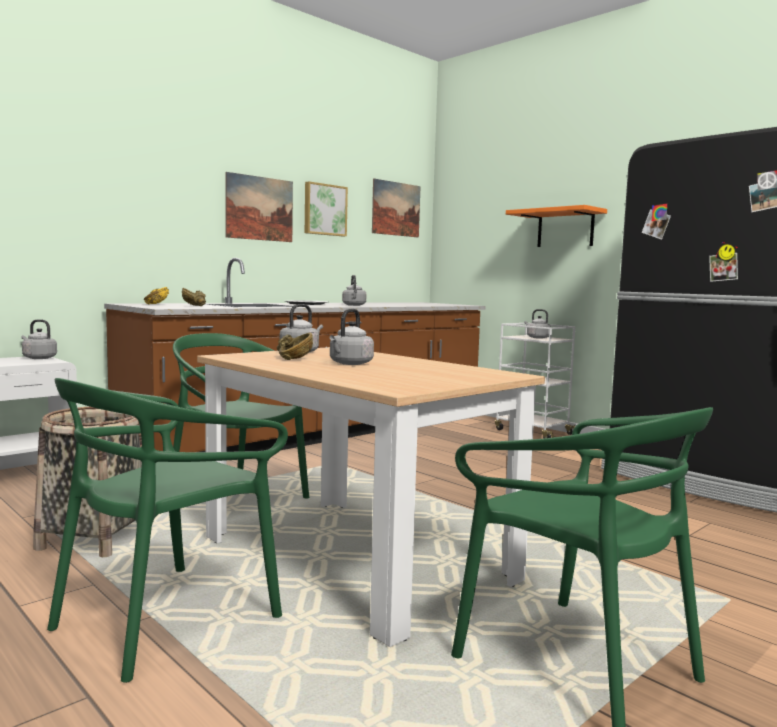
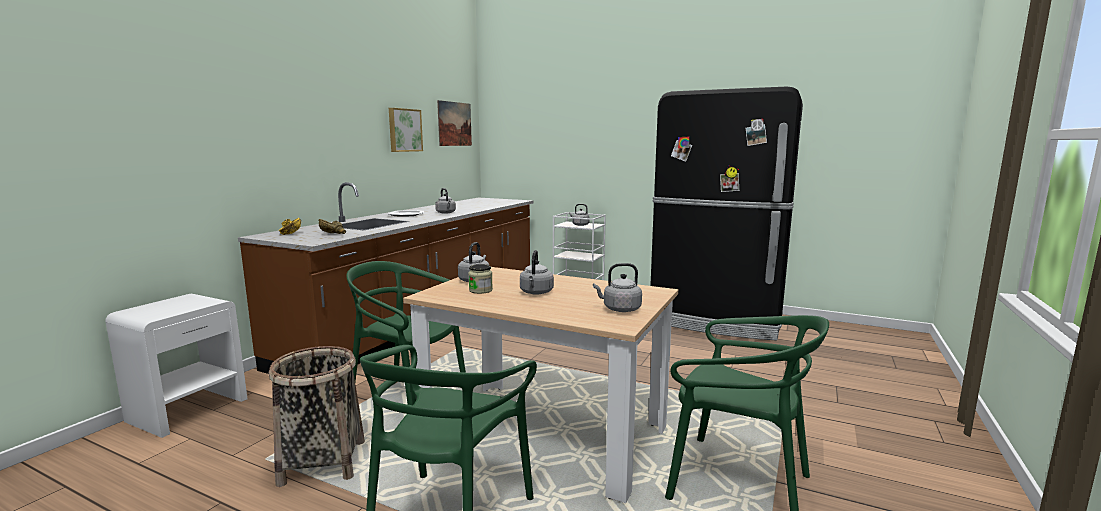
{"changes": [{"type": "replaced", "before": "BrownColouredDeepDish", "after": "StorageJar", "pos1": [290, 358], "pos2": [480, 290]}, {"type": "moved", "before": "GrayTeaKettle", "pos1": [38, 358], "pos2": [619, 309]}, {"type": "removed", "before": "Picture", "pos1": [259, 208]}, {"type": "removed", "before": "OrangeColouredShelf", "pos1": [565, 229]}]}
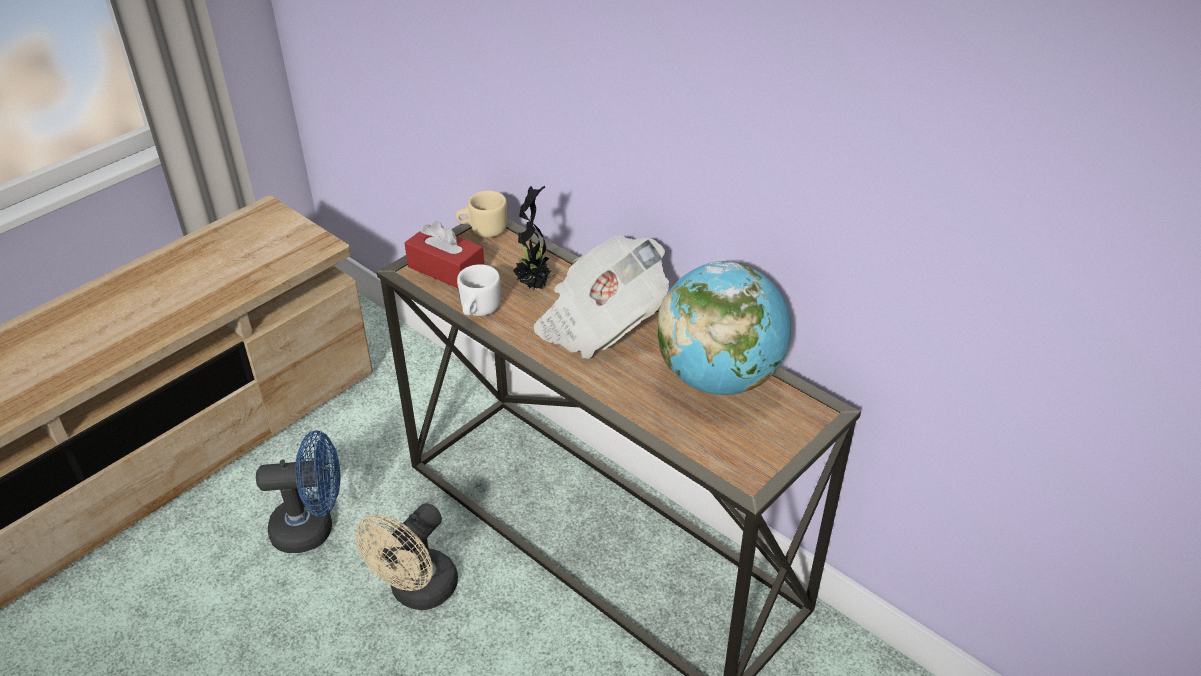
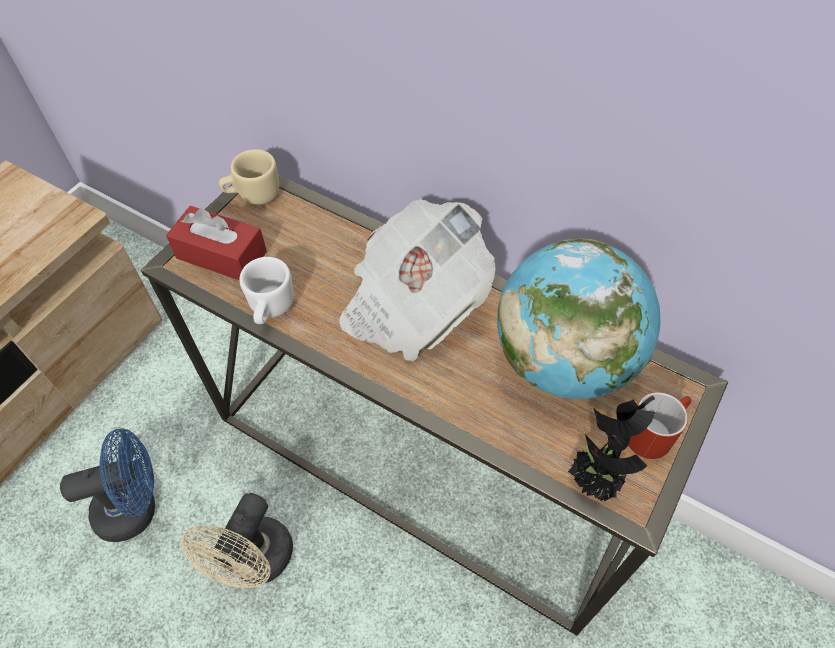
{"changes": [{"type": "moved", "before": "Houseplant", "pos1": [534, 285], "pos2": [595, 482]}, {"type": "added", "after": "RedTeaMug", "pos2": [653, 431]}]}
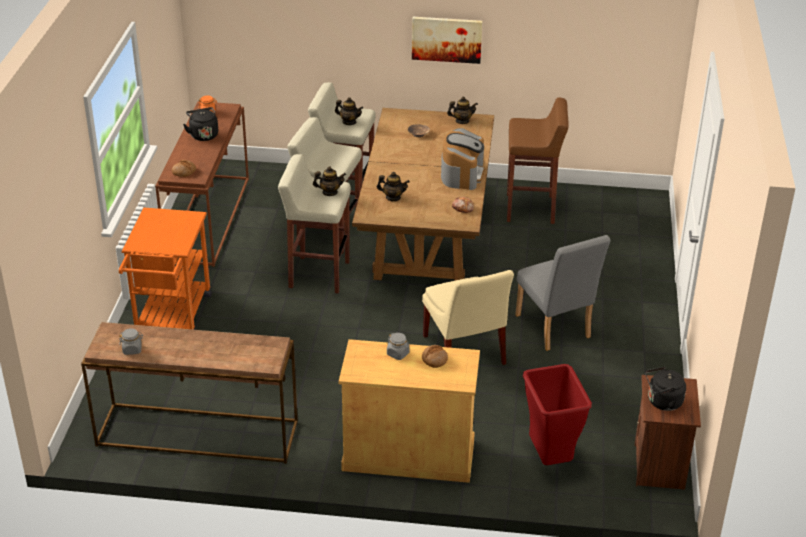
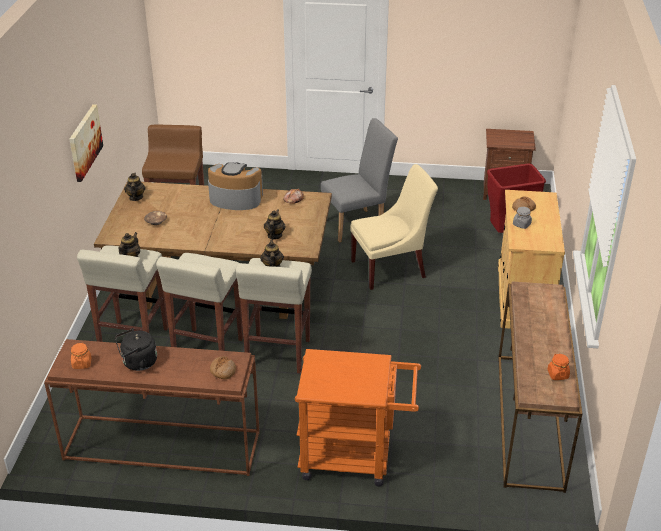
{"changes": [{"type": "recoloured", "before": "GrayStorageJar", "after": "OrangeColouredStorageJar", "pos1": [132, 349], "pos2": [557, 374]}, {"type": "removed", "before": "BlackTeaKettle", "pos1": [662, 402]}]}
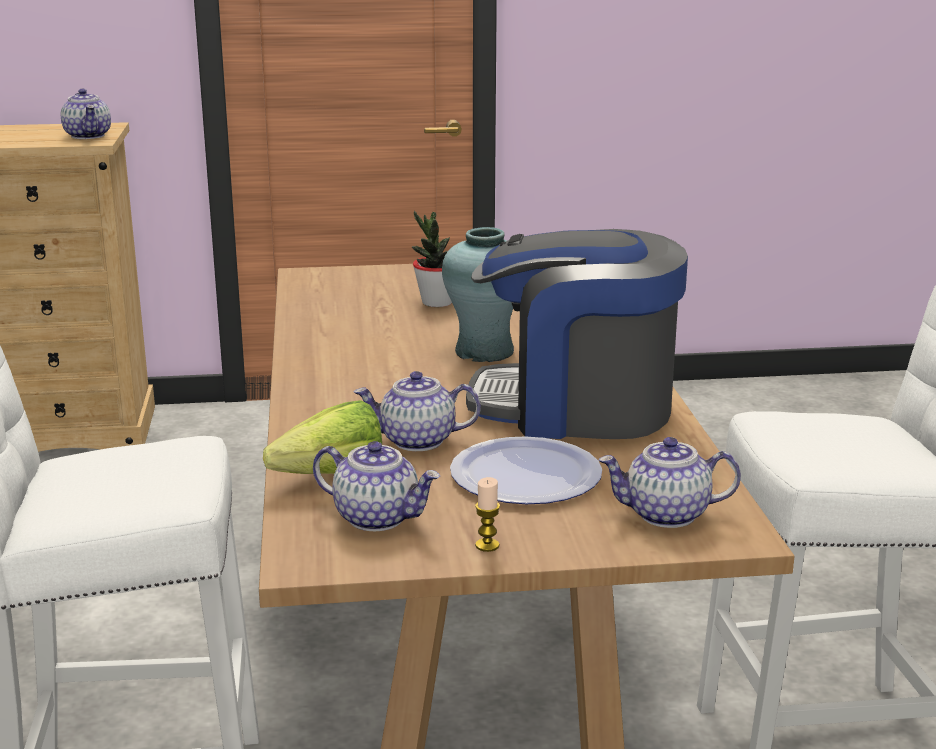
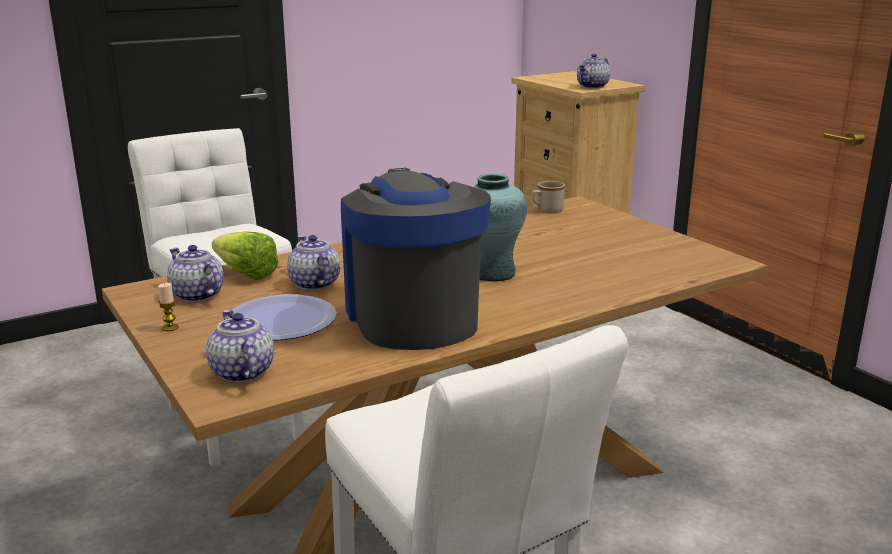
{"changes": [{"type": "turned", "before": "PotForTea", "pos1": [378, 517], "pos2": [196, 295], "turn": 135}, {"type": "added", "after": "SandColouredTeaMug", "pos2": [546, 210]}, {"type": "removed", "before": "Houseplant", "pos1": [437, 302]}]}
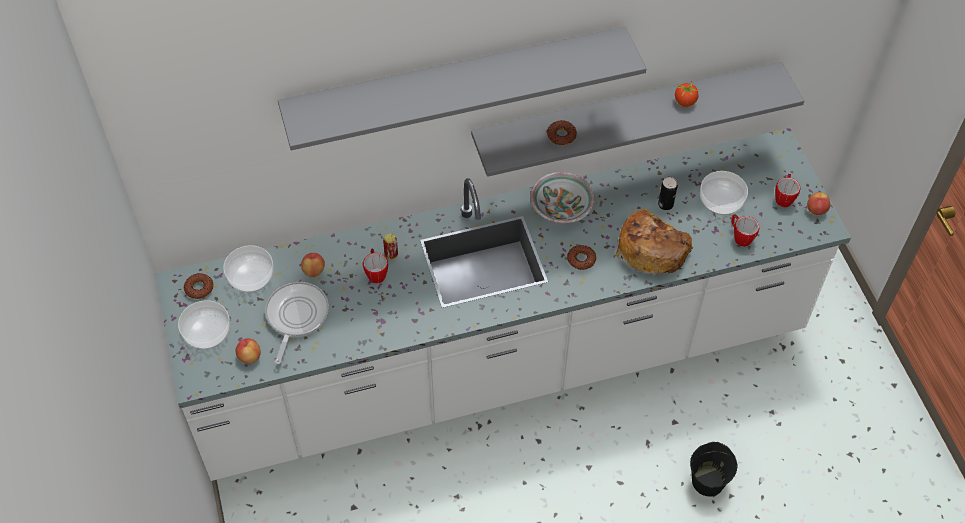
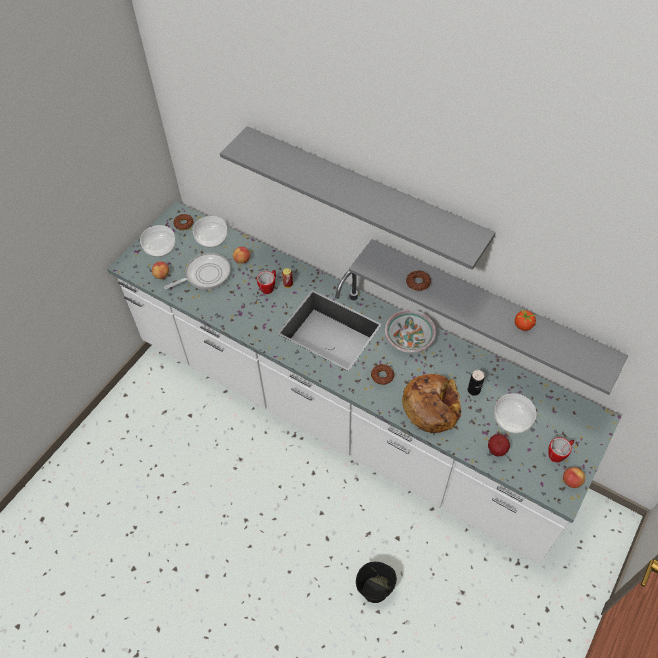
{"changes": [{"type": "replaced", "before": "TeaMug", "after": "AppleFruit", "pos1": [740, 237], "pos2": [496, 450]}]}
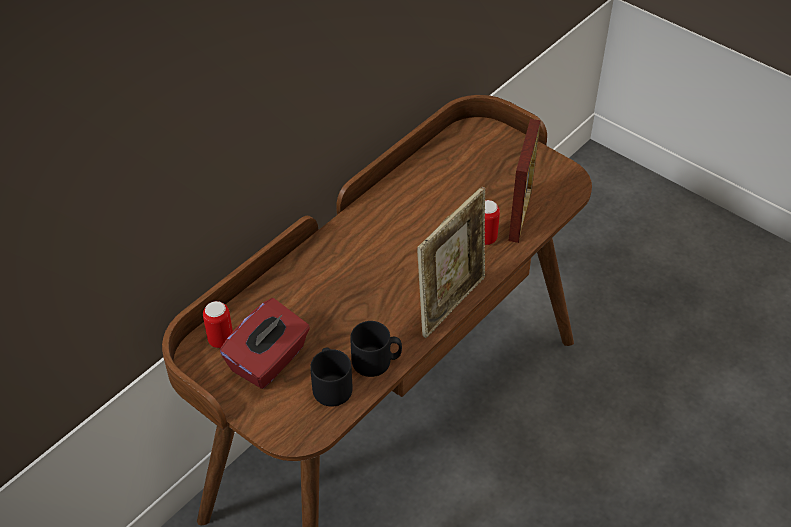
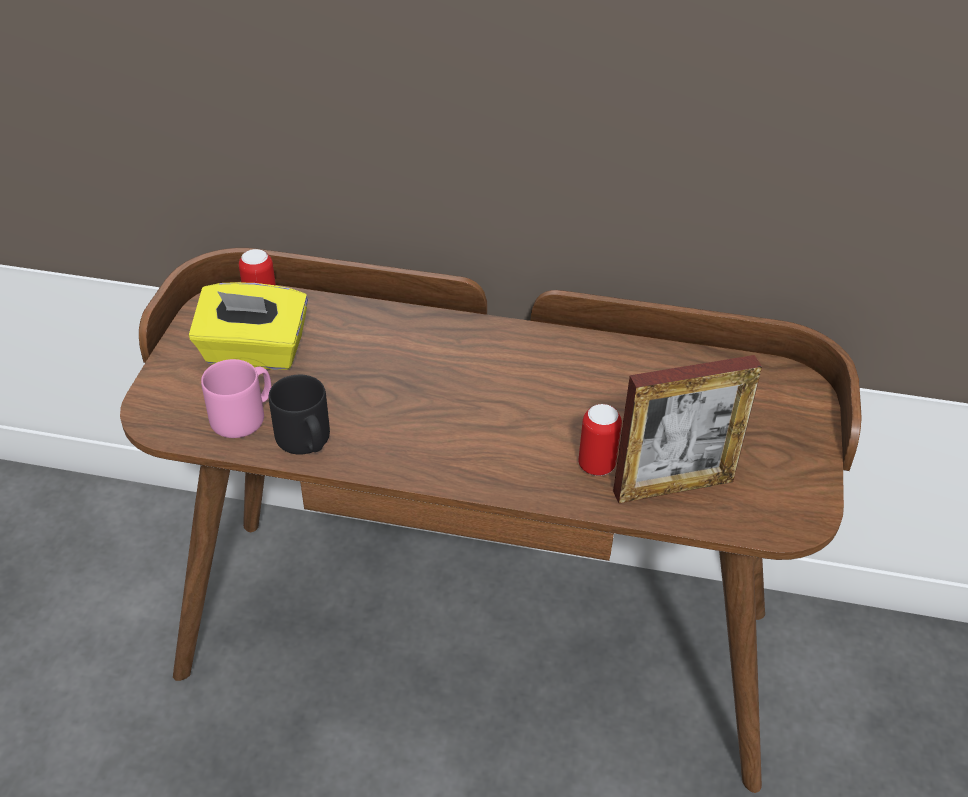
{"changes": [{"type": "recoloured", "before": "RedTissueHolder", "after": "YellowTissueHolder", "pos1": [269, 360], "pos2": [254, 353]}, {"type": "recoloured", "before": "BlackTeaMug", "after": "PinkColouredTeaMug", "pos1": [331, 386], "pos2": [244, 417]}, {"type": "removed", "before": "PhotoFrame", "pos1": [451, 303]}]}
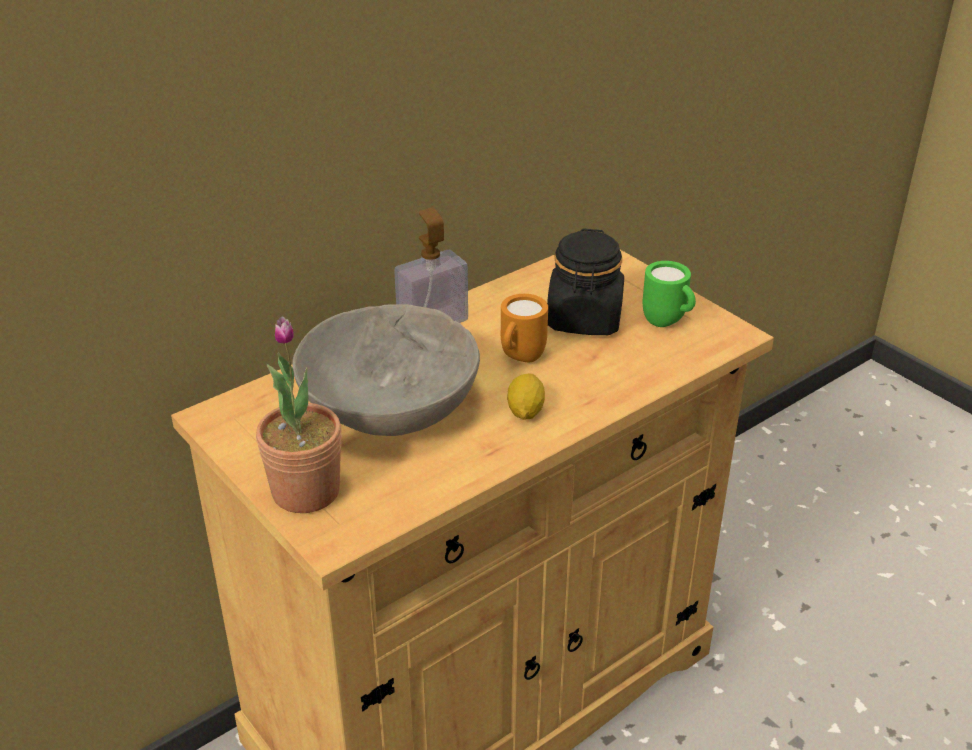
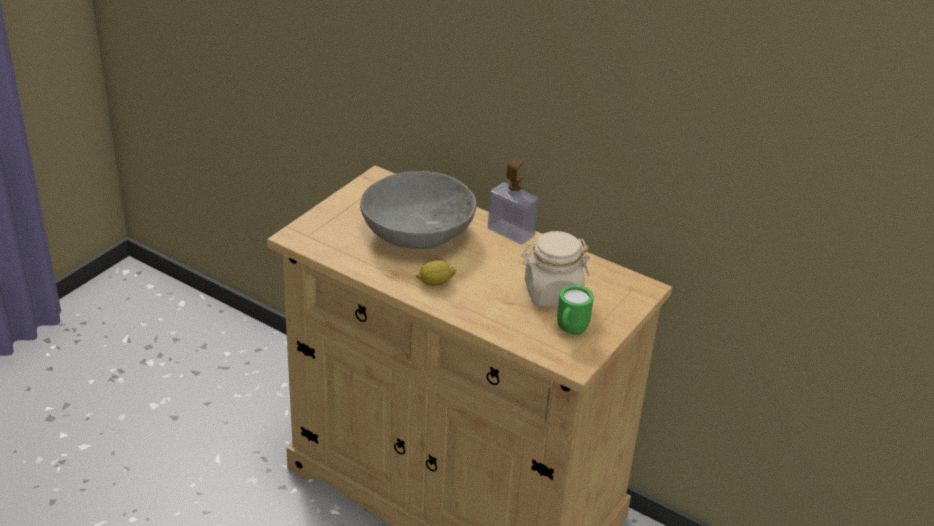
{"changes": [{"type": "recoloured", "before": "BlackStorageJar", "after": "SandColouredStorageJar", "pos1": [584, 319], "pos2": [552, 293]}, {"type": "removed", "before": "Houseplant", "pos1": [306, 491]}, {"type": "removed", "before": "OrangeColouredTeaMug", "pos1": [520, 359]}]}
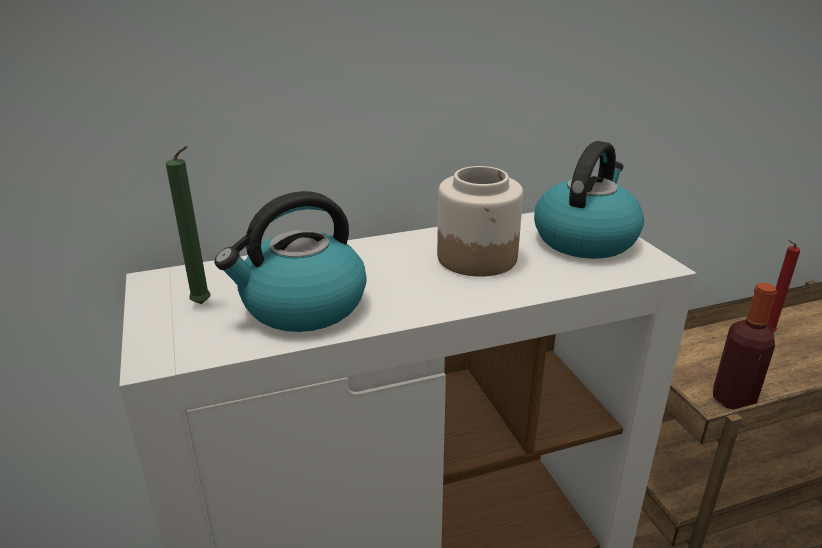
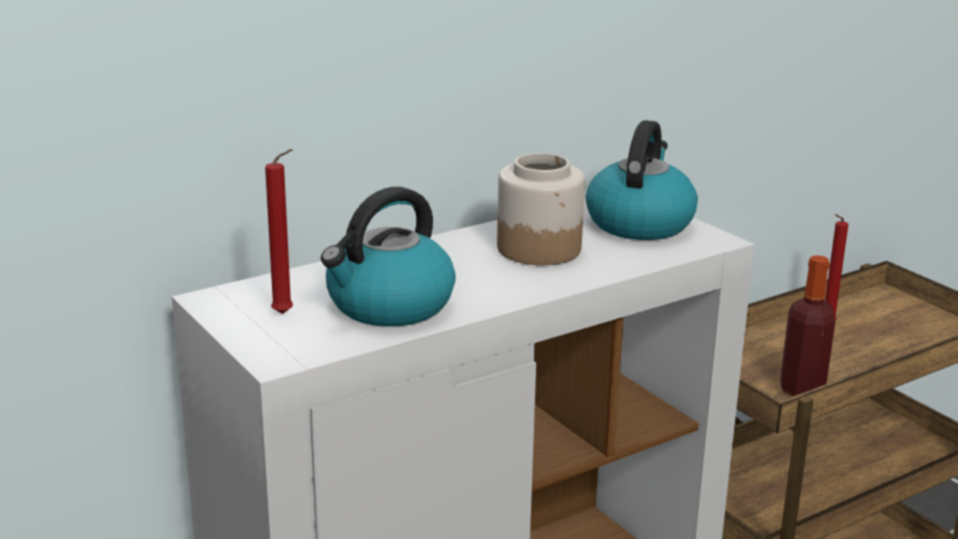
{"changes": [{"type": "recoloured", "before": "GreenWaxLight", "after": "RedWaxLight", "pos1": [204, 305], "pos2": [286, 314]}]}
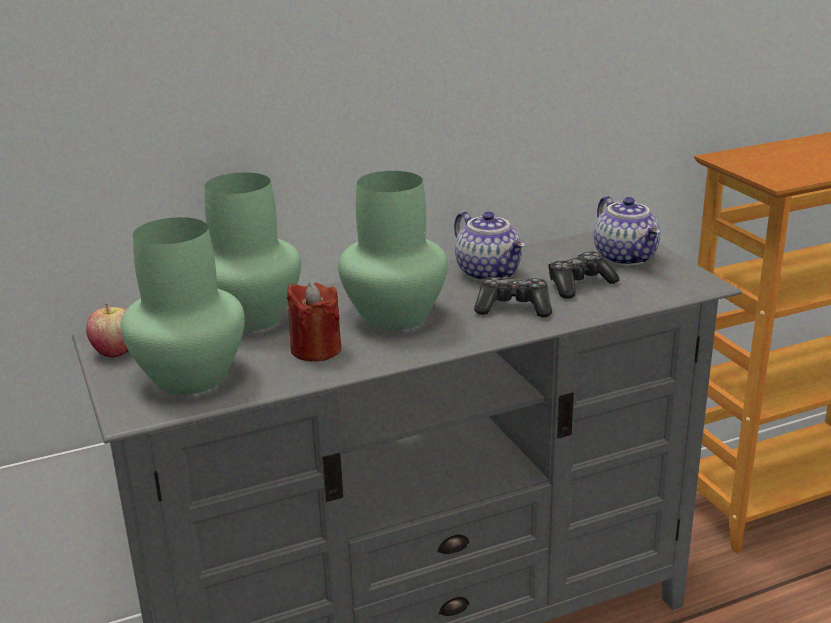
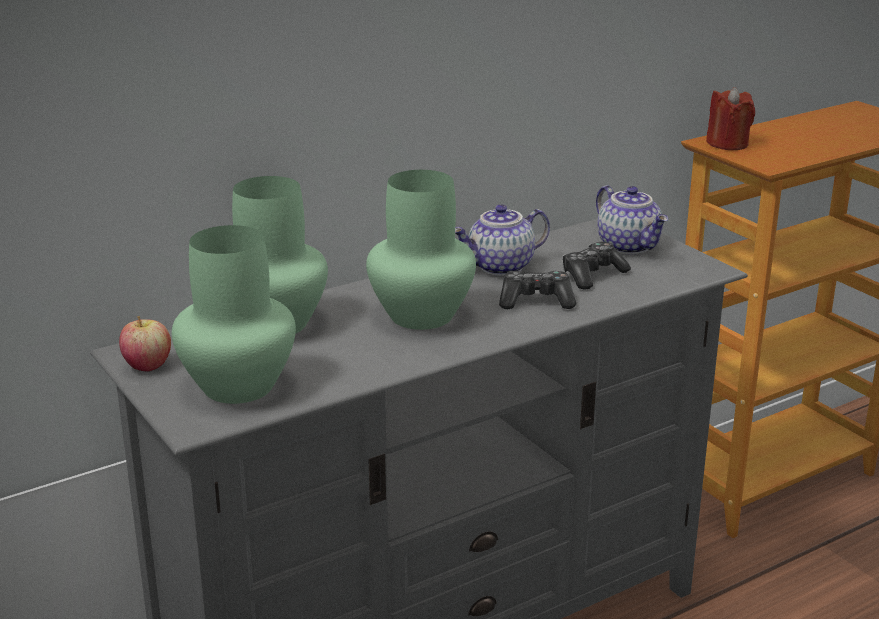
{"changes": [{"type": "turned", "before": "PotForTea", "pos1": [490, 273], "pos2": [501, 267], "turn": 105}, {"type": "moved", "before": "RedWaxLight", "pos1": [316, 349], "pos2": [727, 144]}]}
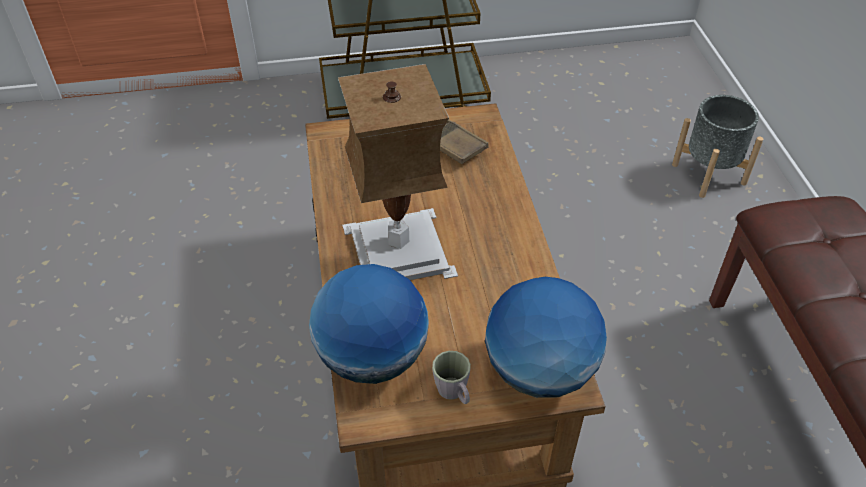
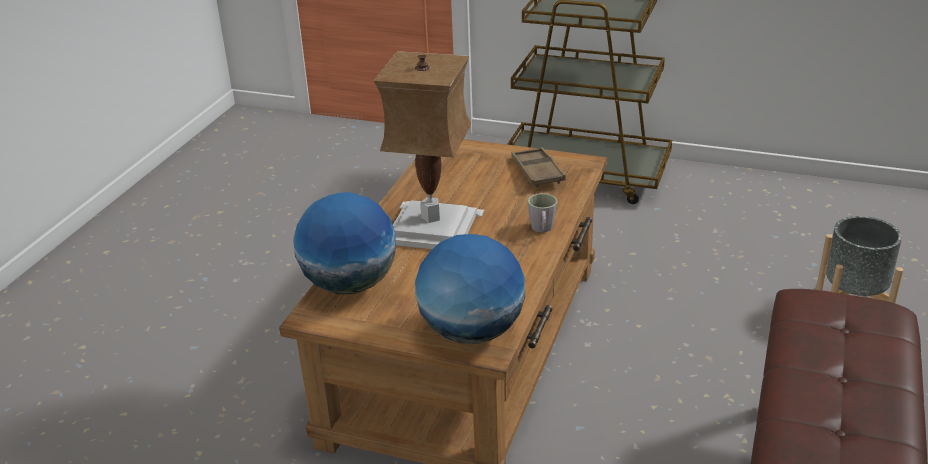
{"changes": [{"type": "moved", "before": "GrayTeaMug", "pos1": [454, 393], "pos2": [542, 229]}]}
